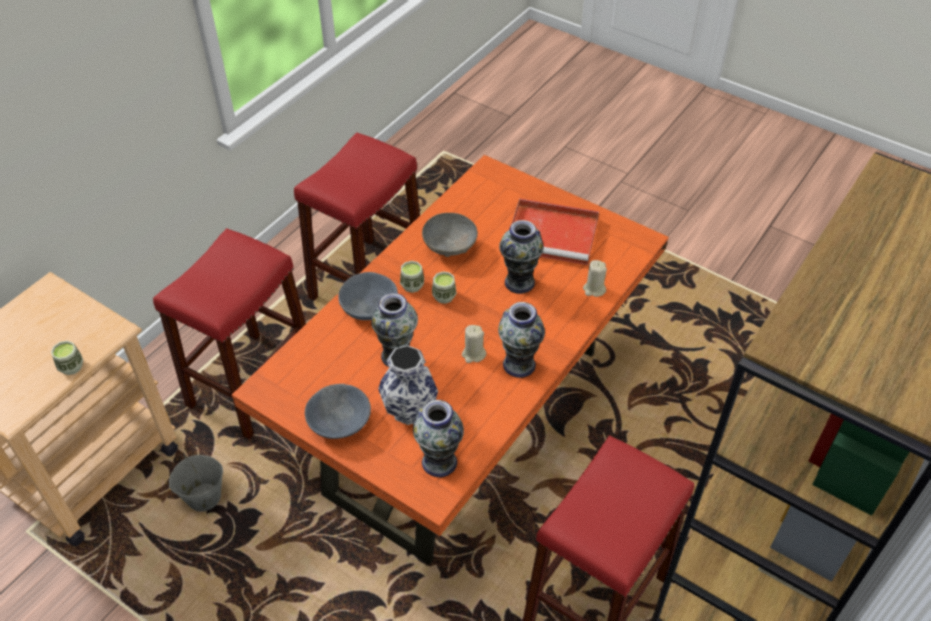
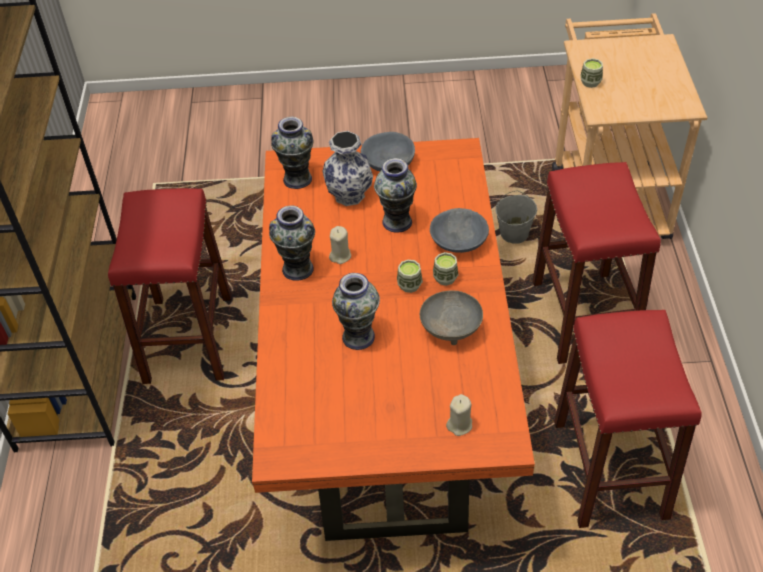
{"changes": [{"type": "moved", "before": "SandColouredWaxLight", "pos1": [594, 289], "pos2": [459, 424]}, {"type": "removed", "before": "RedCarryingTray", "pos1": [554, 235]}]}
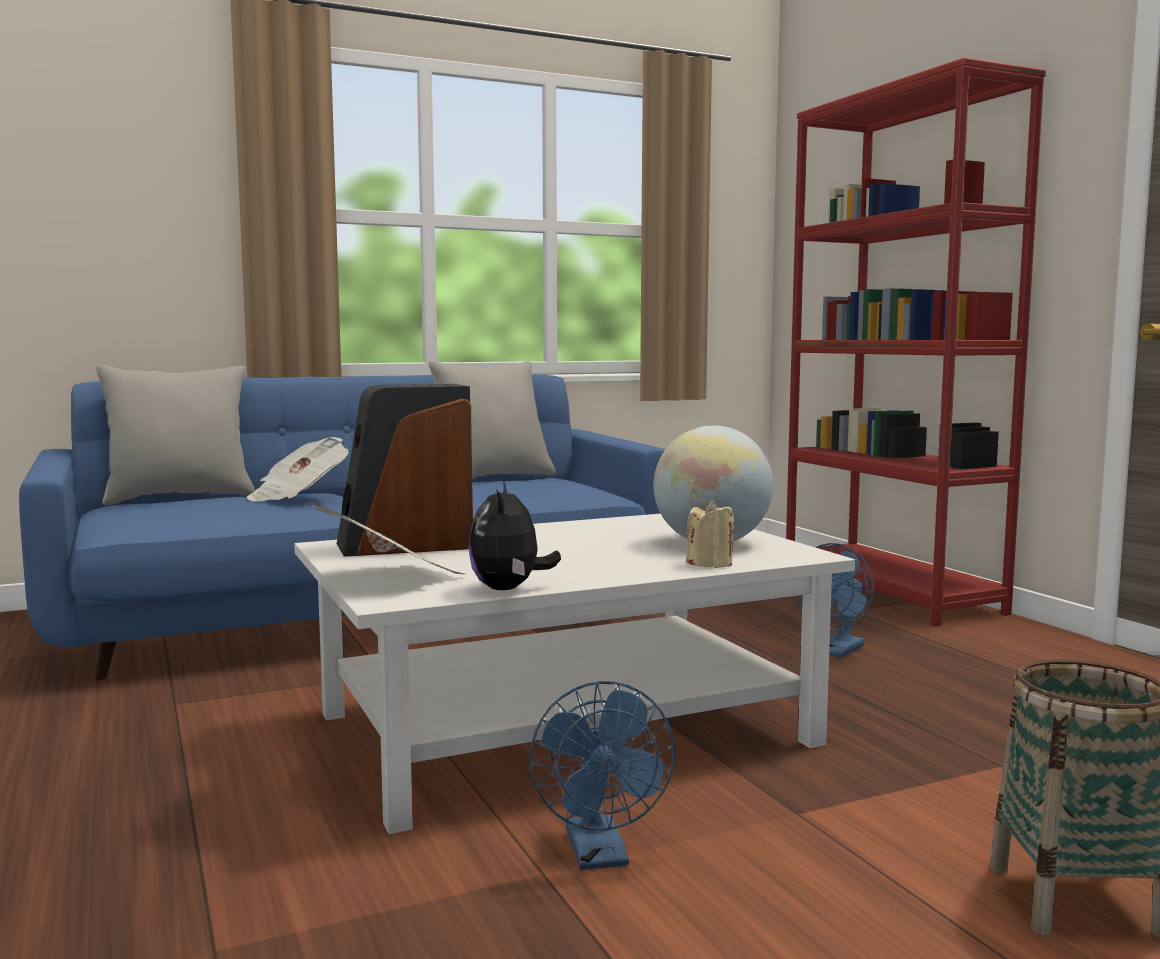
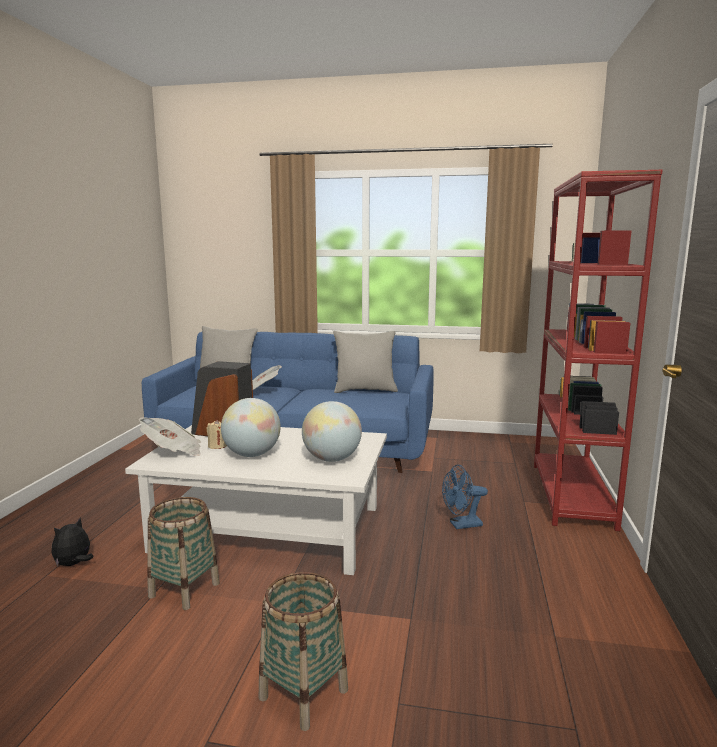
{"changes": [{"type": "moved", "before": "SoftToy", "pos1": [509, 589], "pos2": [74, 564]}, {"type": "replaced", "before": "BlueColouredFan", "after": "HouseholdBasket", "pos1": [600, 856], "pos2": [184, 590]}, {"type": "moved", "before": "SandColouredWaxLight", "pos1": [710, 564], "pos2": [217, 446]}, {"type": "added", "after": "Globe", "pos2": [252, 455]}]}
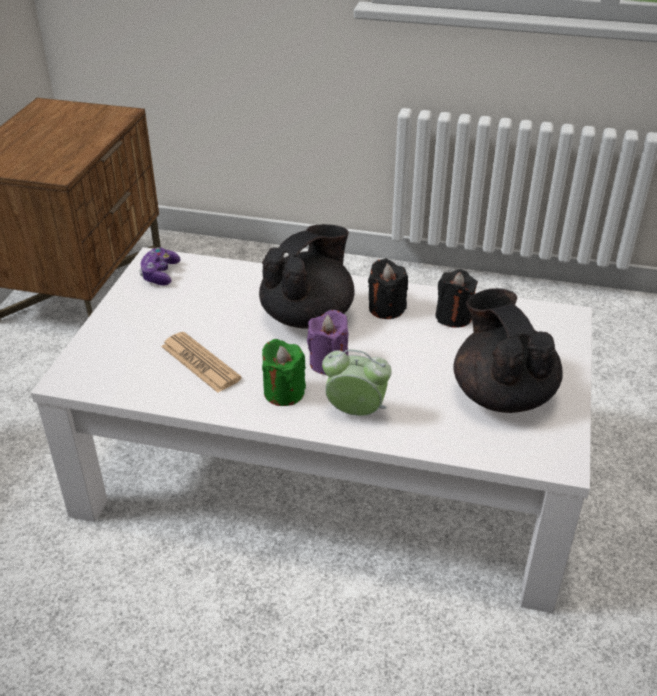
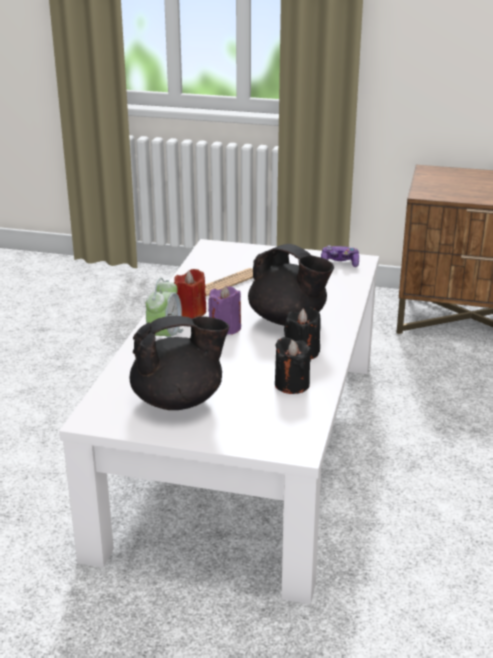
{"changes": [{"type": "recoloured", "before": "GreenWaxLight", "after": "RedWaxLight", "pos1": [284, 392], "pos2": [191, 312]}]}
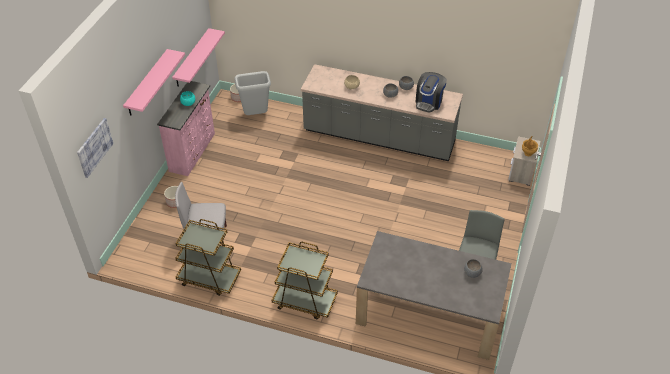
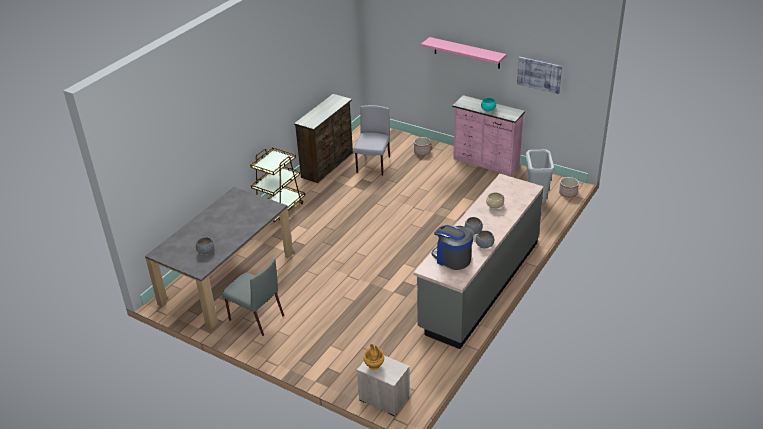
{"changes": [{"type": "replaced", "before": "BrownColouredWheeledCart", "after": "BrownColouredChestOfDrawers", "pos1": [209, 278], "pos2": [328, 165]}, {"type": "moved", "before": "Picture", "pos1": [94, 147], "pos2": [539, 74]}, {"type": "removed", "before": "PinkColouredShelf", "pos1": [192, 58]}]}
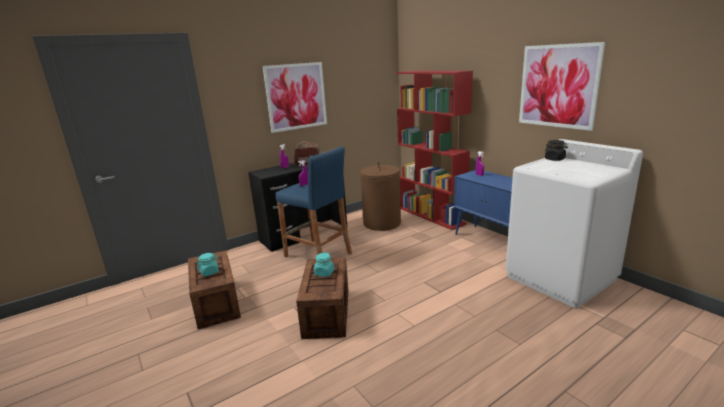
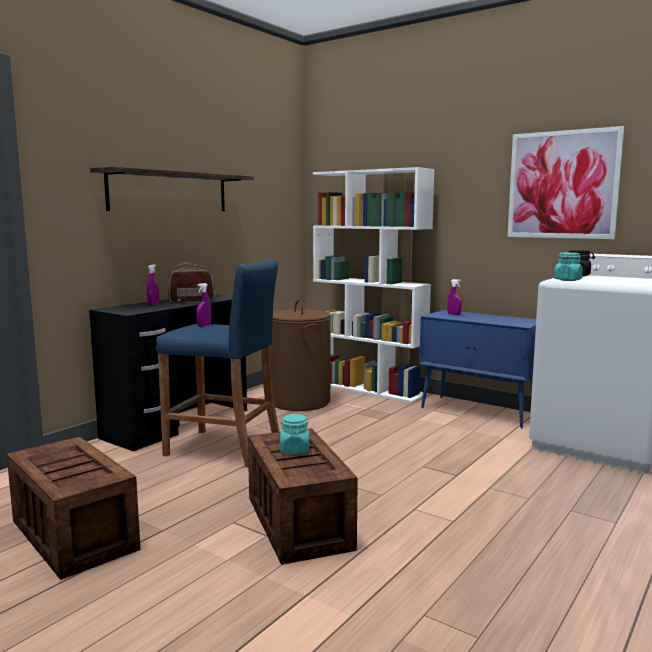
{"changes": [{"type": "replaced", "before": "Picture", "after": "Shelf", "pos1": [296, 96], "pos2": [169, 192]}, {"type": "recoloured", "before": "RedBookshelf", "after": "WhiteBookshelf", "pos1": [432, 215], "pos2": [369, 389]}, {"type": "moved", "before": "TurquoiseStorageJar", "pos1": [209, 272], "pos2": [567, 280]}]}
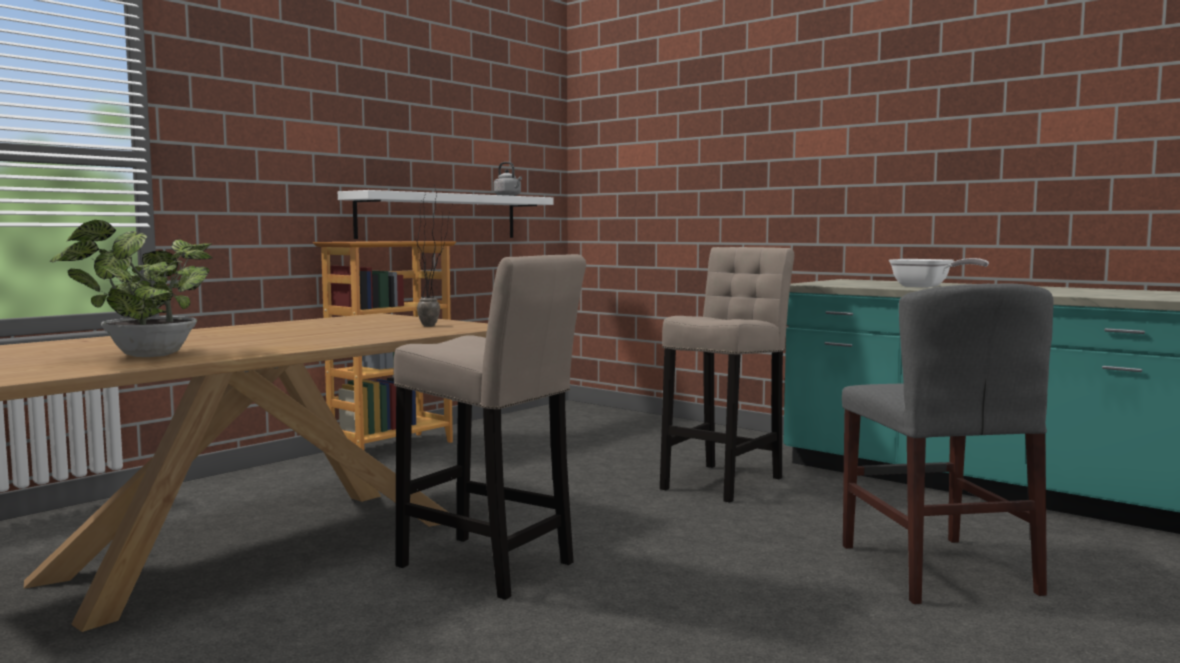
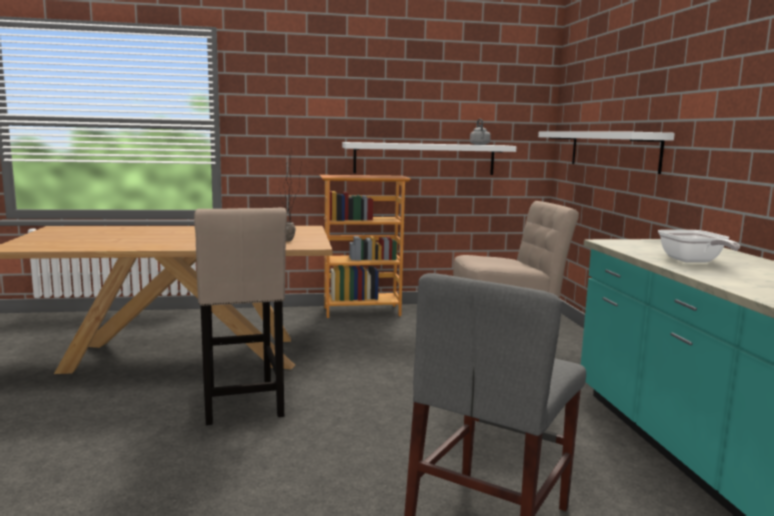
{"changes": [{"type": "added", "after": "WhiteShelf", "pos2": [612, 150]}, {"type": "removed", "before": "Houseplant", "pos1": [145, 355]}]}
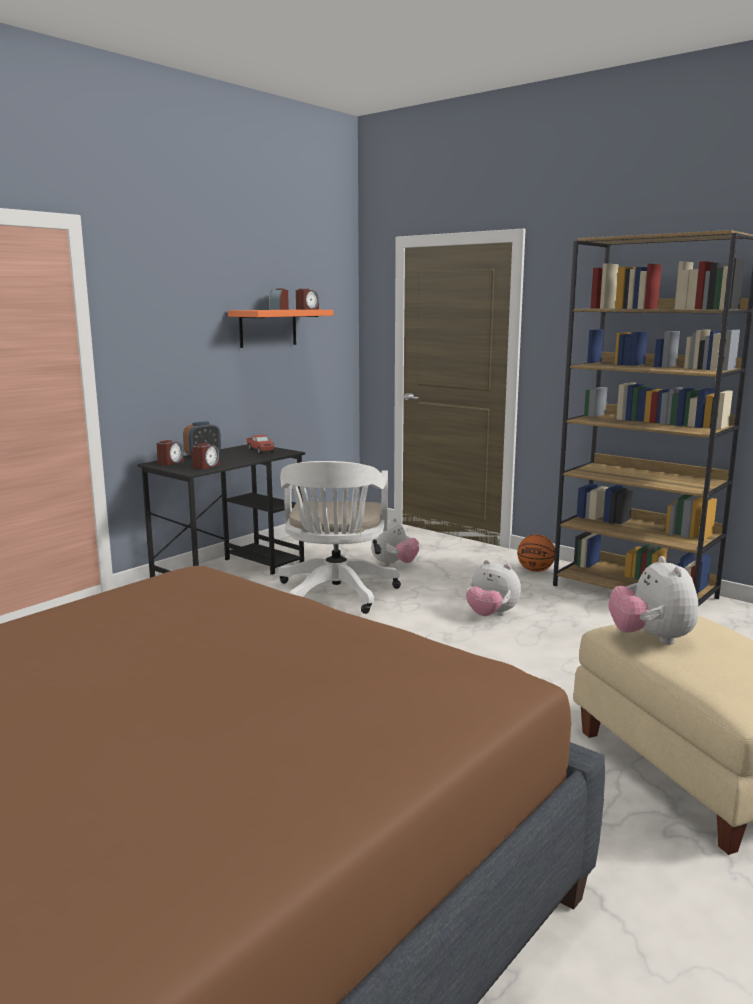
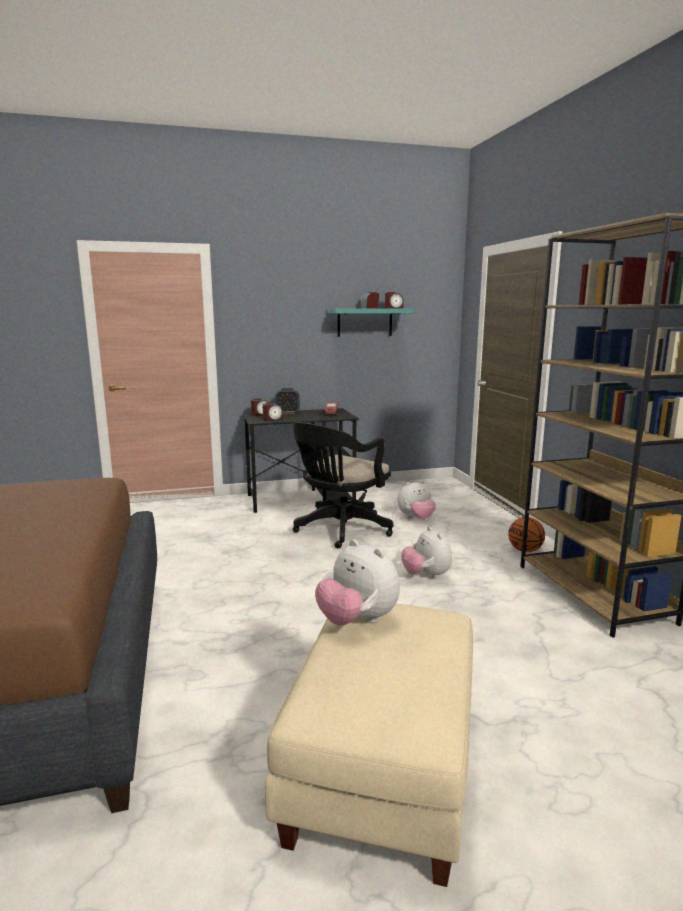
{"changes": [{"type": "recoloured", "before": "WhiteComputerChair", "after": "BlackComputerChair", "pos1": [335, 595], "pos2": [340, 530]}, {"type": "turned", "before": "SoftToy", "pos1": [651, 638], "pos2": [357, 621], "turn": -75}, {"type": "recoloured", "before": "OrangeColouredShelf", "after": "TurquoiseShelf", "pos1": [268, 328], "pos2": [364, 322]}]}
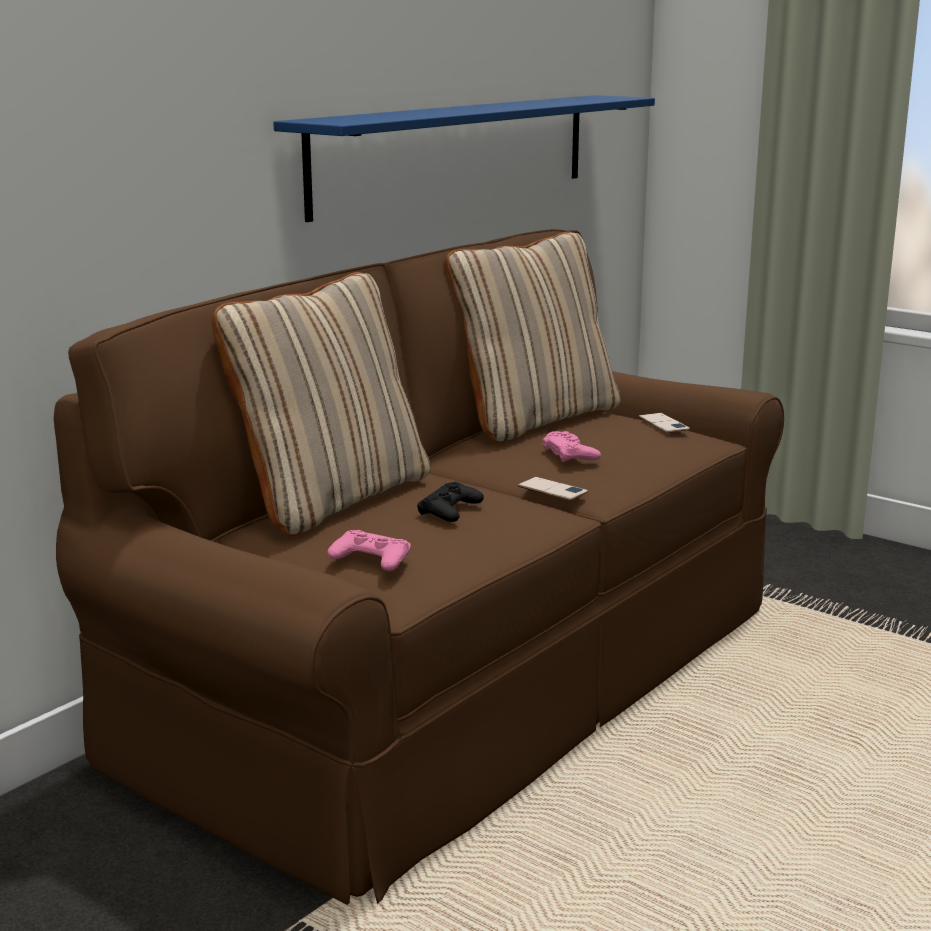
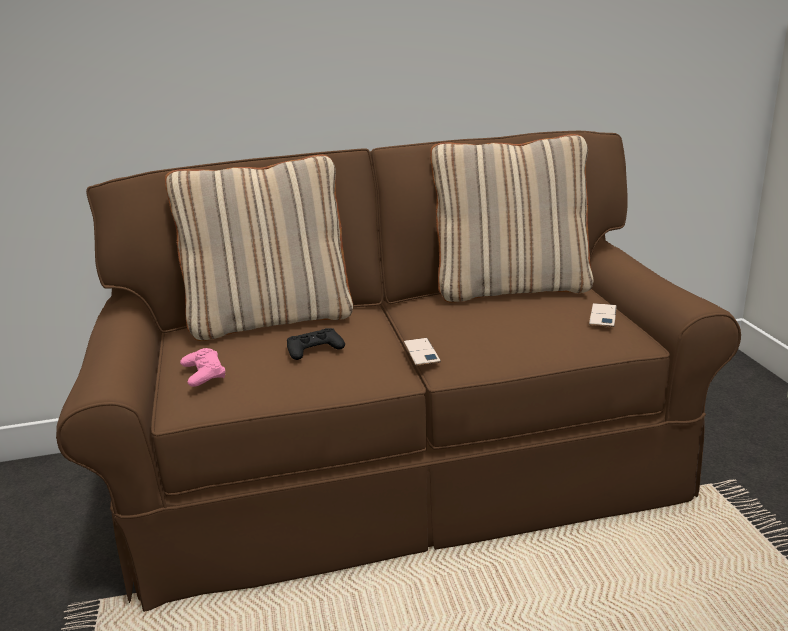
{"changes": [{"type": "removed", "before": "BlueColouredShelf", "pos1": [456, 152]}, {"type": "removed", "before": "PinkColouredGamepad", "pos1": [570, 454]}]}
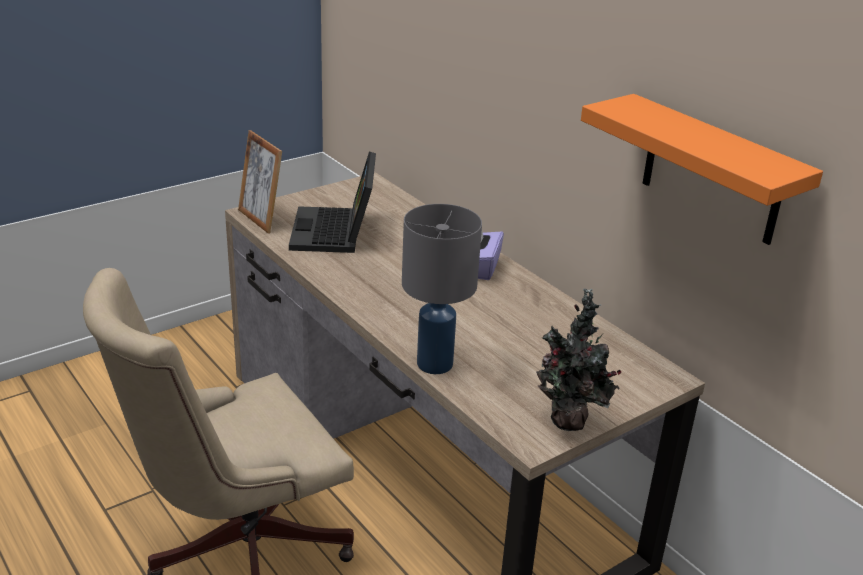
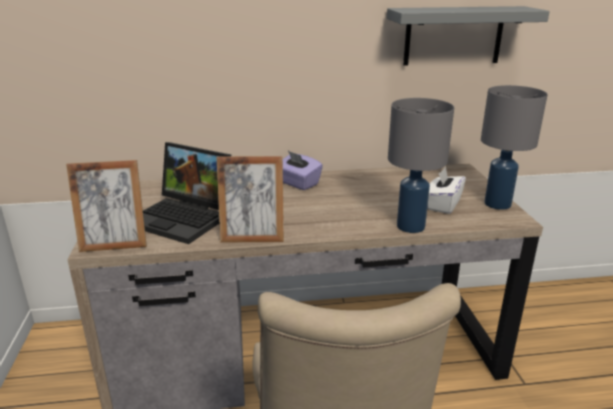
{"changes": [{"type": "added", "after": "PhotoFrame", "pos2": [252, 237]}, {"type": "recoloured", "before": "OrangeColouredShelf", "after": "GrayShelf", "pos1": [712, 171], "pos2": [453, 36]}, {"type": "added", "after": "WhiteTissueHolder", "pos2": [442, 205]}, {"type": "replaced", "before": "Houseplant", "after": "GrayTabletopLamp", "pos1": [569, 423], "pos2": [498, 204]}]}
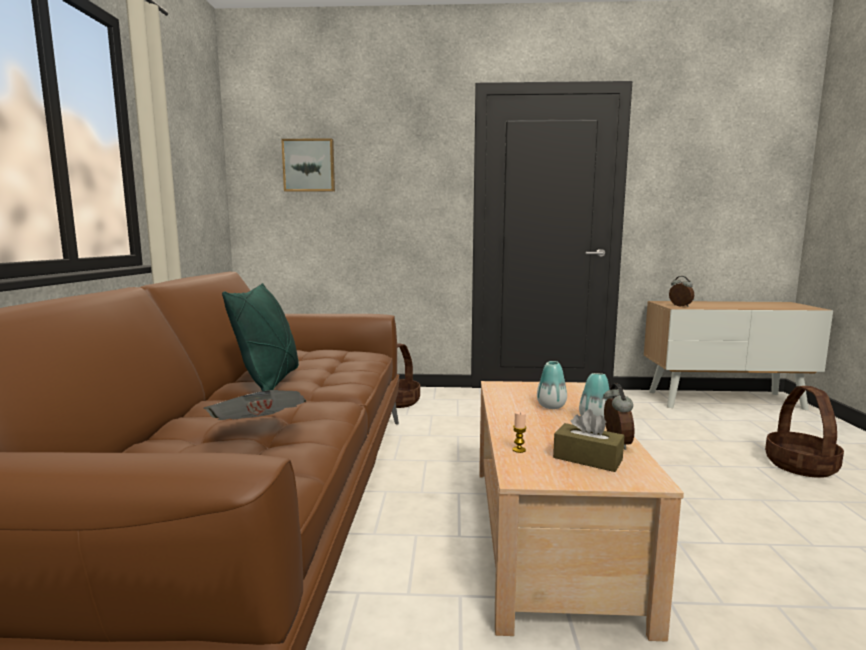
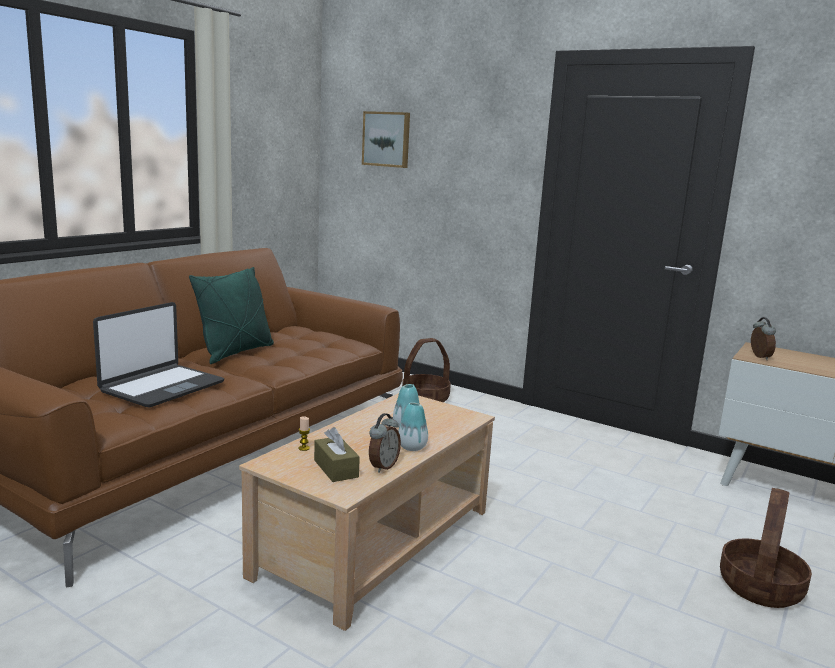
{"changes": [{"type": "replaced", "before": "Newspaper", "after": "PortableComputer", "pos1": [258, 431], "pos2": [162, 387]}]}
